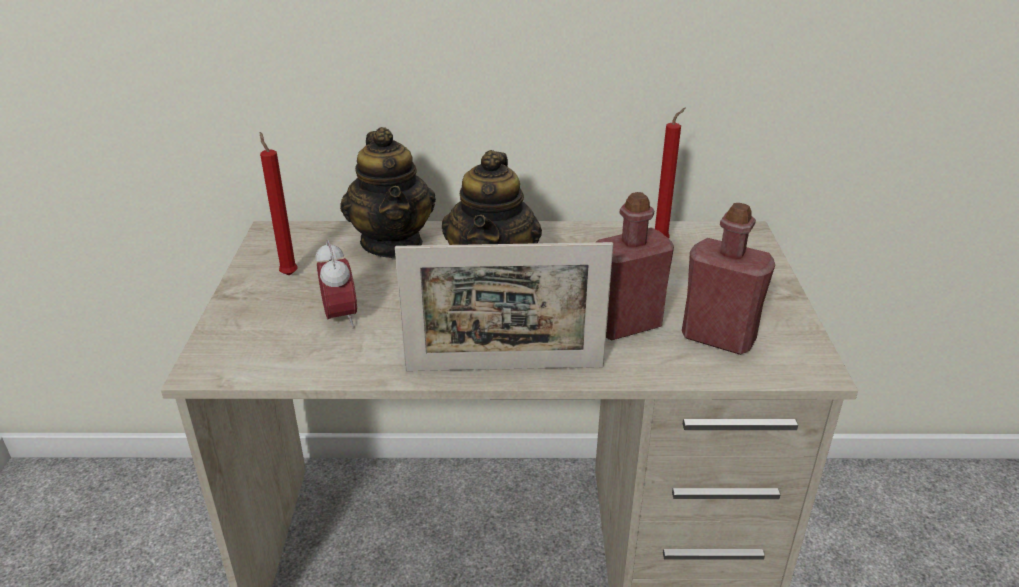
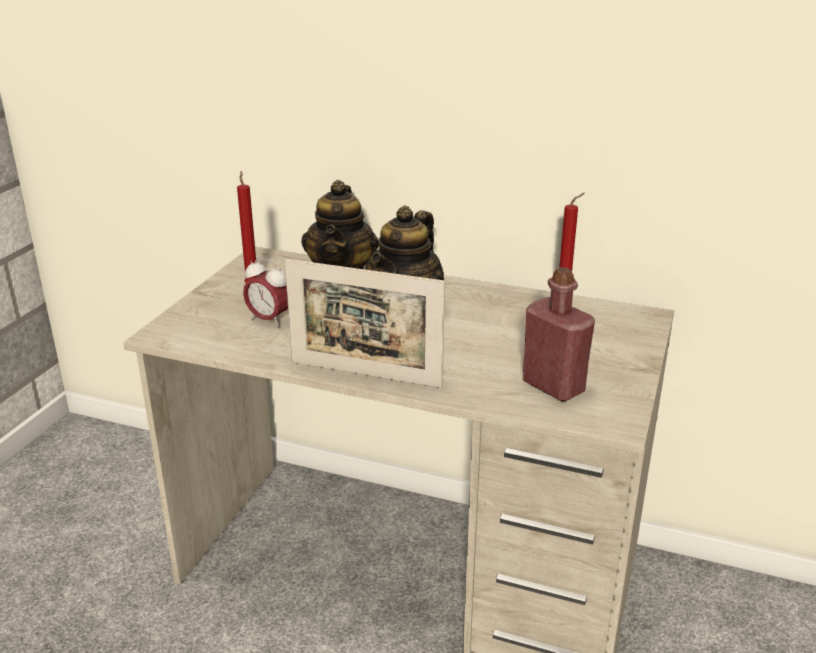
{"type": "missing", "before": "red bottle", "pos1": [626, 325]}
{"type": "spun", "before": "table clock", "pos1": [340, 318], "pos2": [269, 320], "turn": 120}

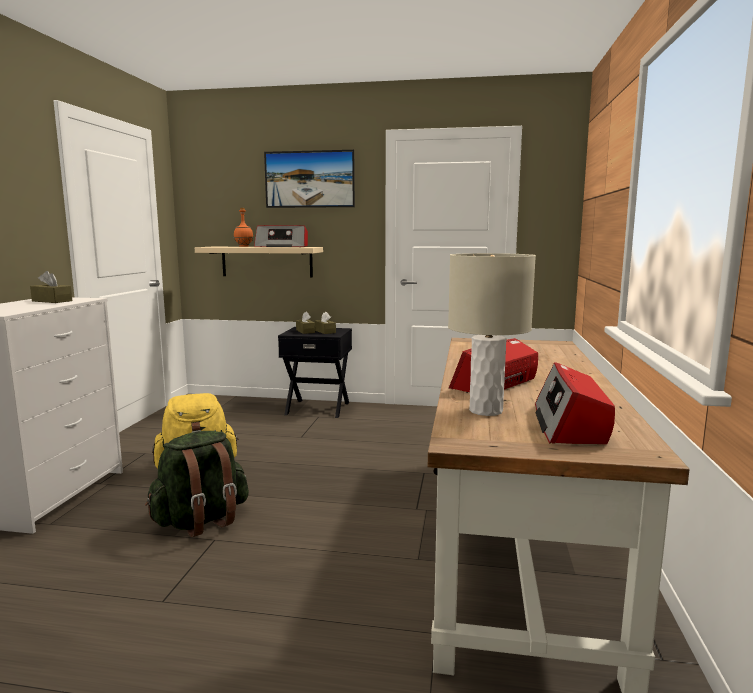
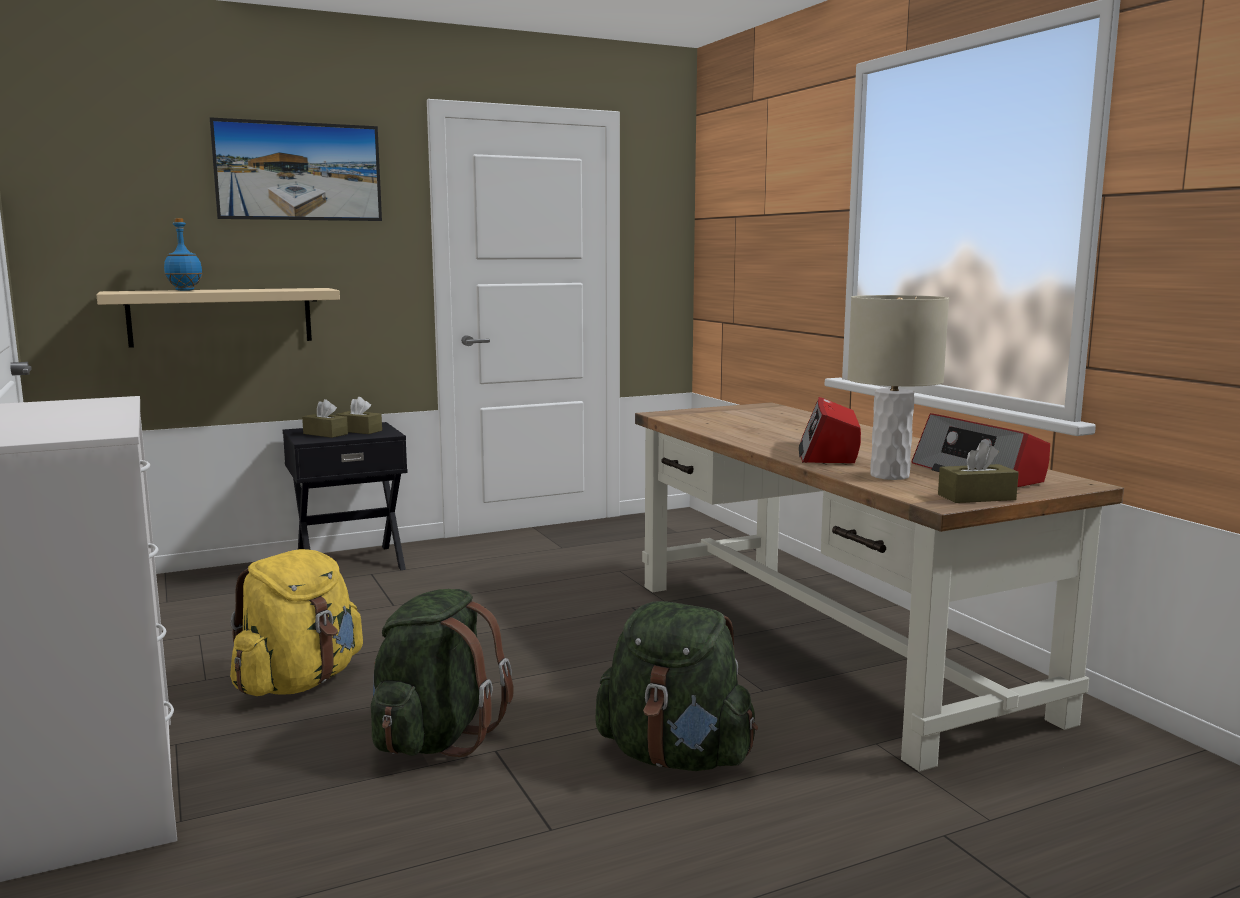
{"type": "colour", "before": "orangey bottle", "after": "bluish bottle", "pos1": [243, 246], "pos2": [184, 290]}
{"type": "missing", "before": "radio set", "pos1": [282, 246]}
{"type": "relocated", "before": "brownish tissue holder", "pos1": [52, 301], "pos2": [976, 497]}
{"type": "appeared", "after": "greenish knapsack", "pos2": [676, 757]}

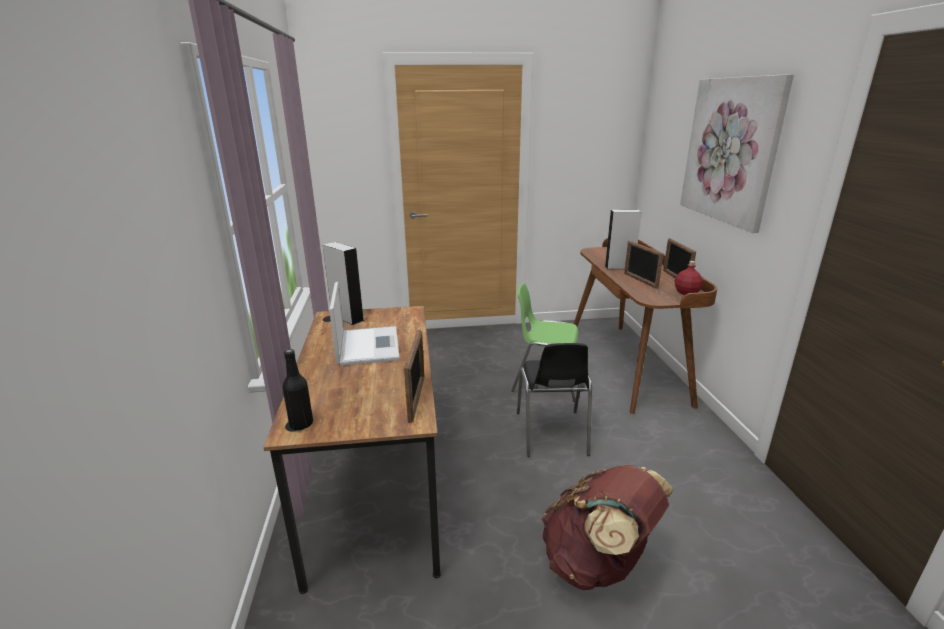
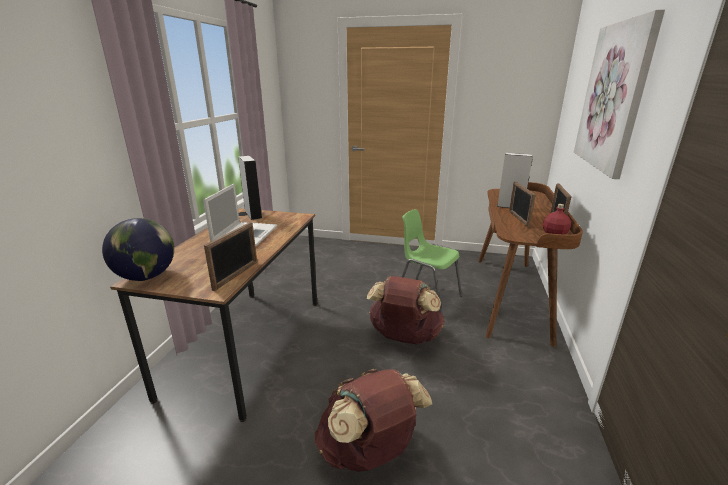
{"type": "exchanged", "before": "black upright chair", "after": "brownish knapsack", "pos1": [551, 433], "pos2": [404, 338]}
{"type": "exchanged", "before": "black bottle", "after": "desk globe", "pos1": [301, 424], "pos2": [146, 277]}

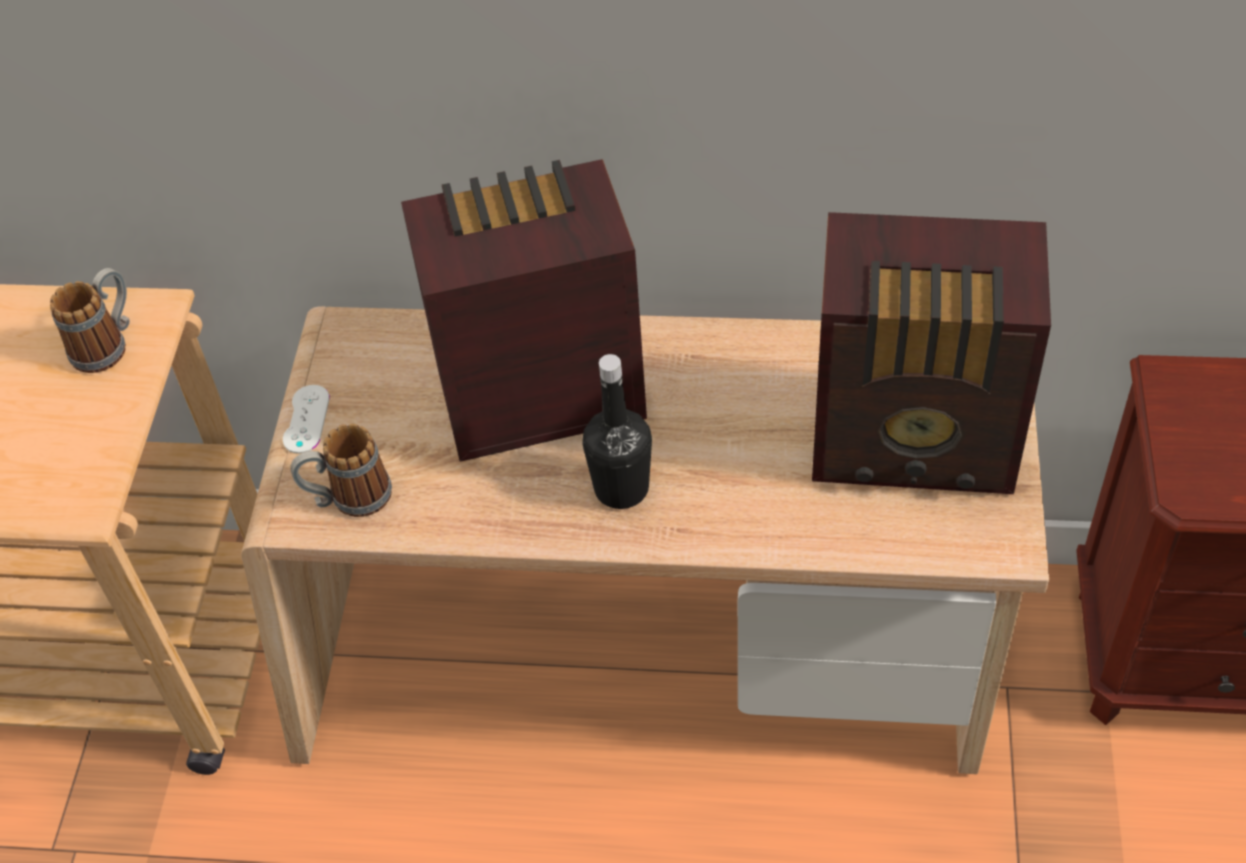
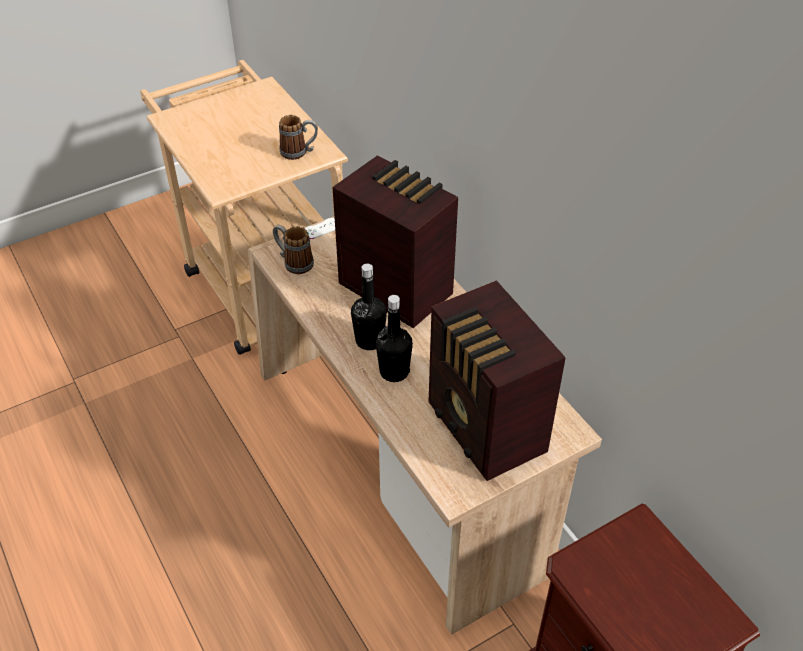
{"type": "appeared", "after": "black bottle", "pos2": [394, 372]}

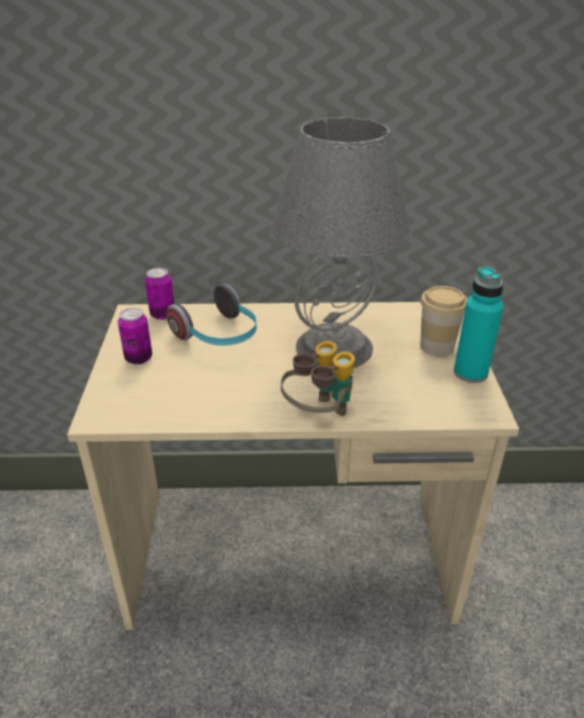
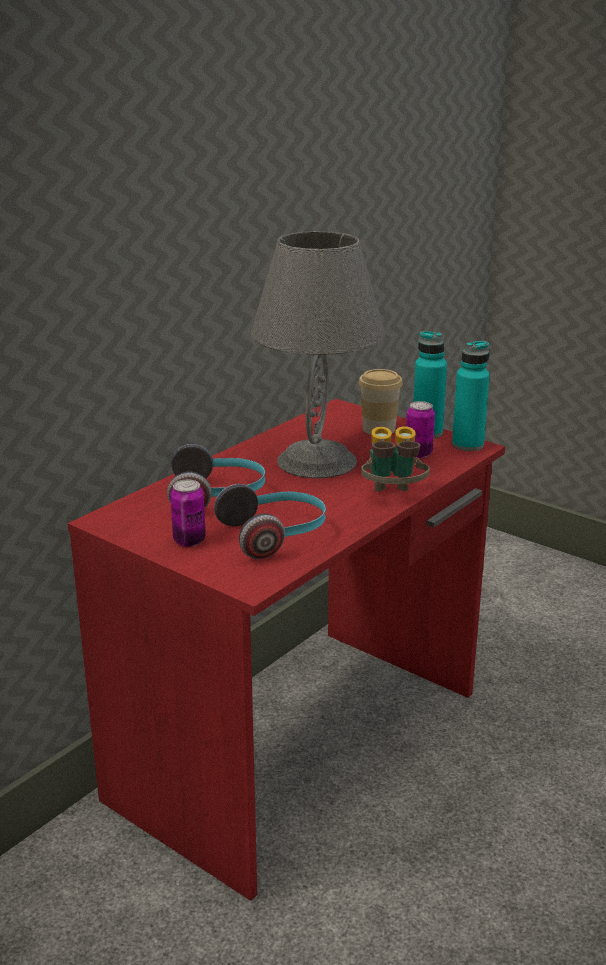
{"type": "relocated", "before": "metal can", "pos1": [162, 315], "pos2": [418, 454]}
{"type": "colour", "before": "beige desk unit", "after": "red desk unit", "pos1": [292, 558], "pos2": [303, 745]}
{"type": "appeared", "after": "turquoise-coloured bottle", "pos2": [467, 445]}
{"type": "appeared", "after": "headset", "pos2": [275, 535]}

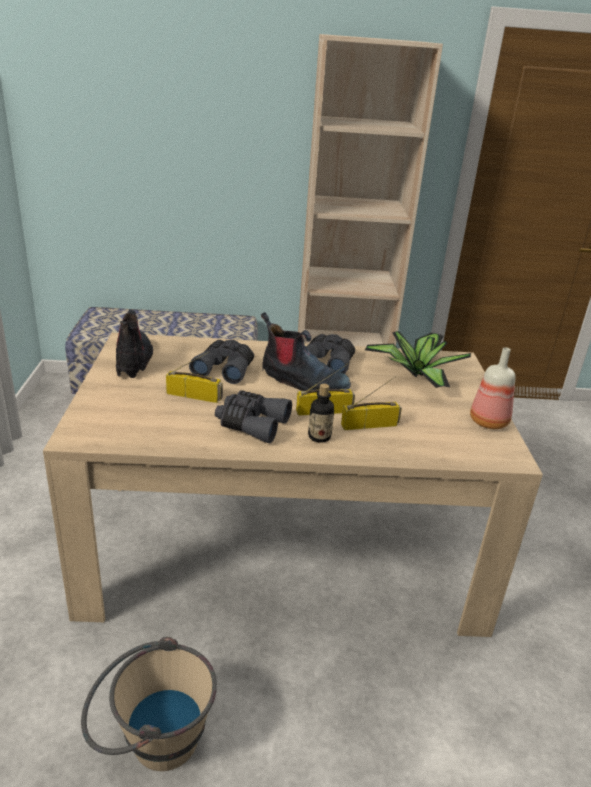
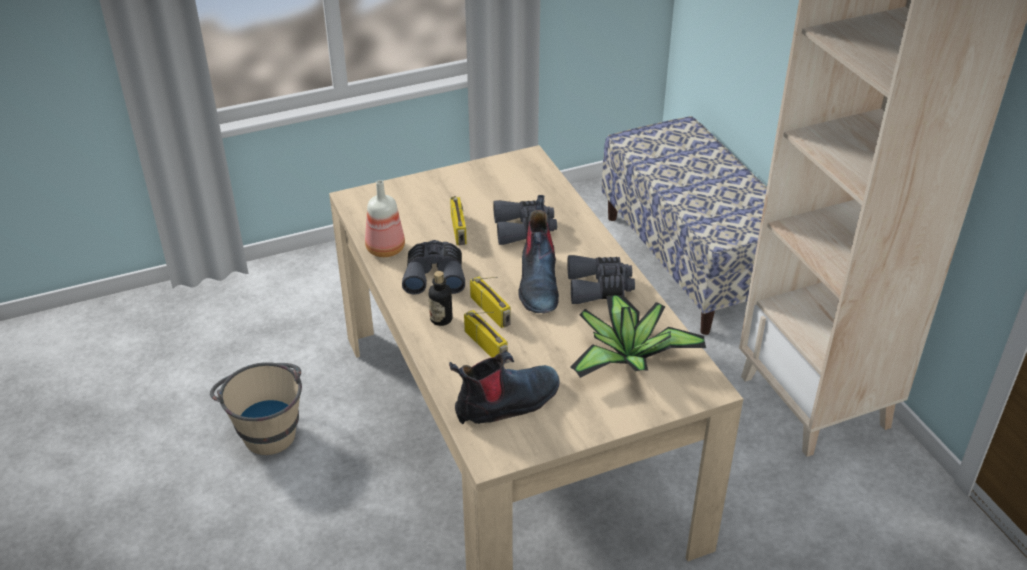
{"type": "relocated", "before": "tall boot", "pos1": [134, 360], "pos2": [507, 403]}
{"type": "relocated", "before": "bottle", "pos1": [490, 422], "pos2": [385, 250]}

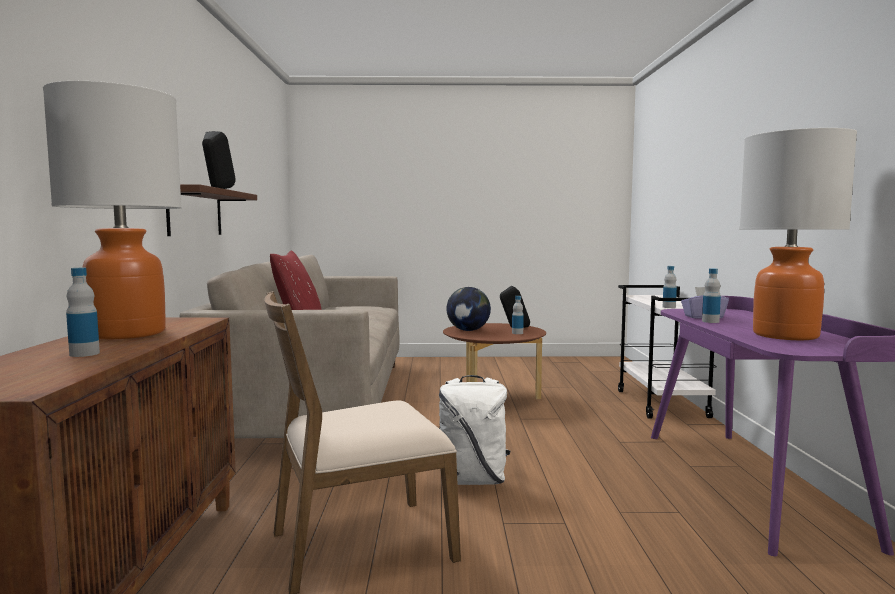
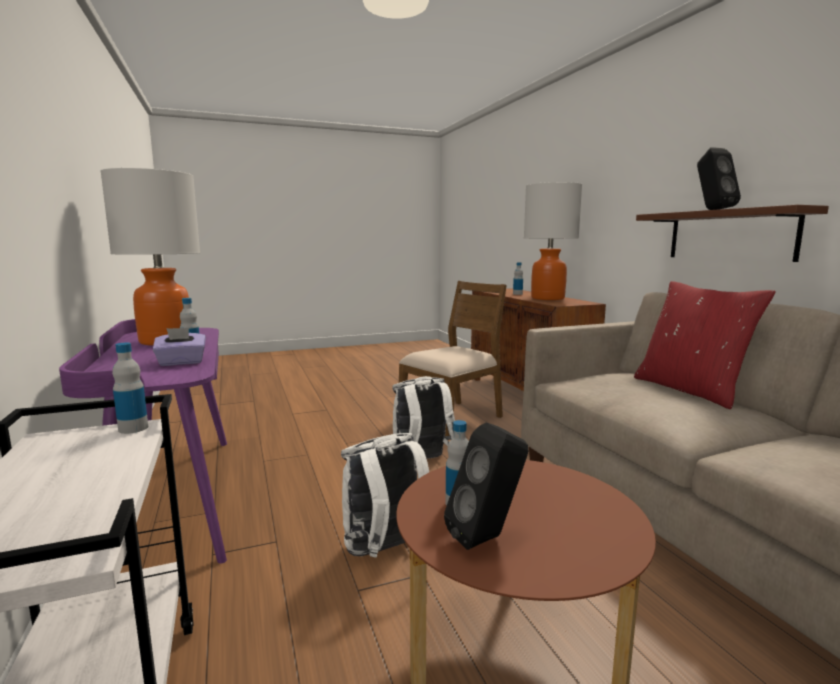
{"type": "missing", "before": "desk globe", "pos1": [468, 330]}
{"type": "appeared", "after": "white-coloured knapsack", "pos2": [385, 552]}

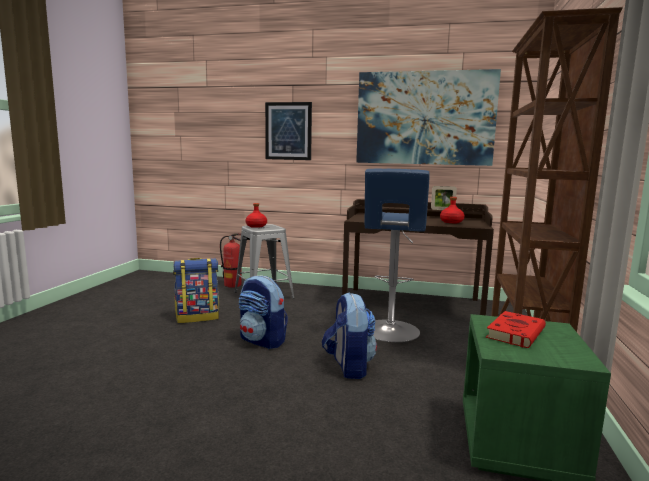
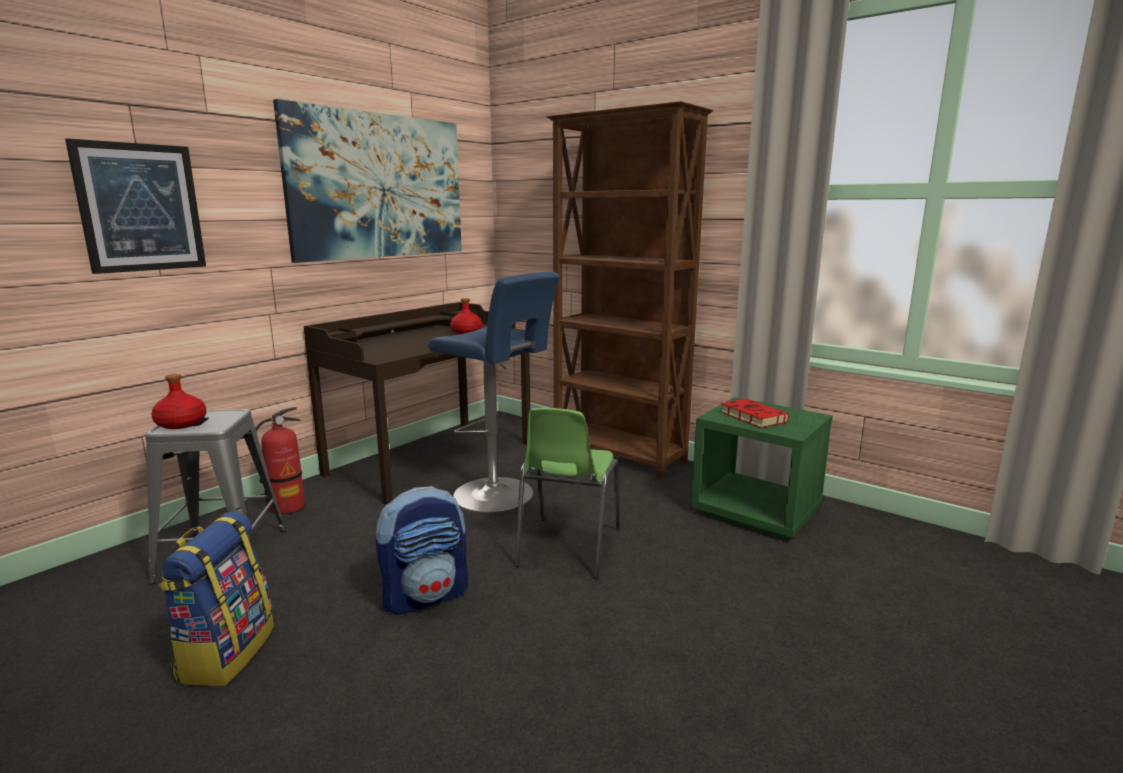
{"type": "missing", "before": "standing frame", "pos1": [442, 209]}
{"type": "relocated", "before": "fire extinguisher", "pos1": [233, 285], "pos2": [287, 507]}
{"type": "exchanged", "before": "knapsack", "after": "greenish upright chair", "pos1": [348, 367], "pos2": [567, 547]}

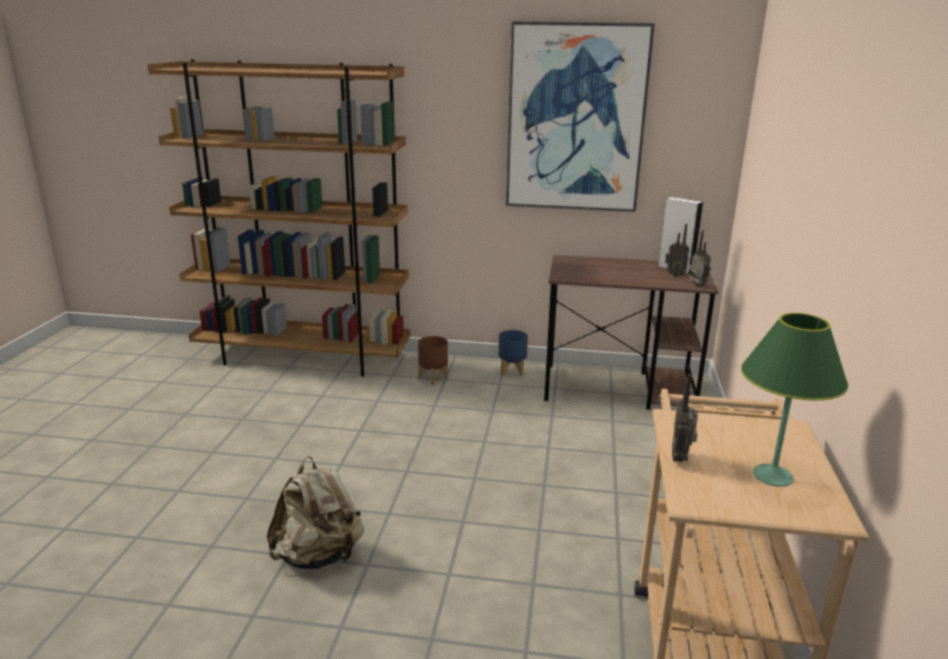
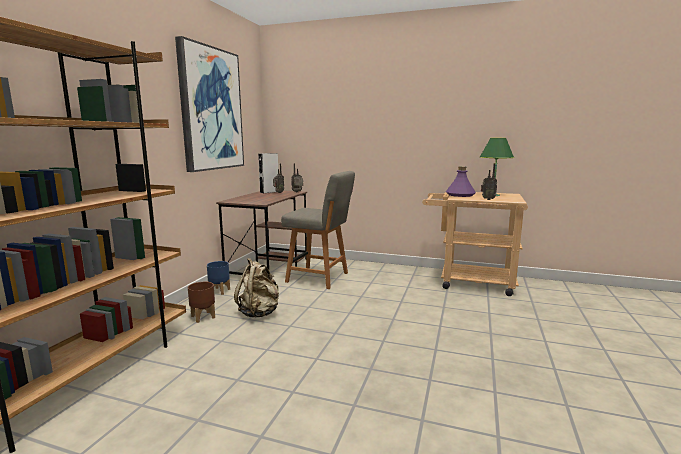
{"type": "relocated", "before": "beige knapsack", "pos1": [319, 556], "pos2": [259, 313]}
{"type": "appeared", "after": "purplish bottle", "pos2": [460, 195]}
{"type": "appeared", "after": "gray upright chair", "pos2": [319, 278]}

